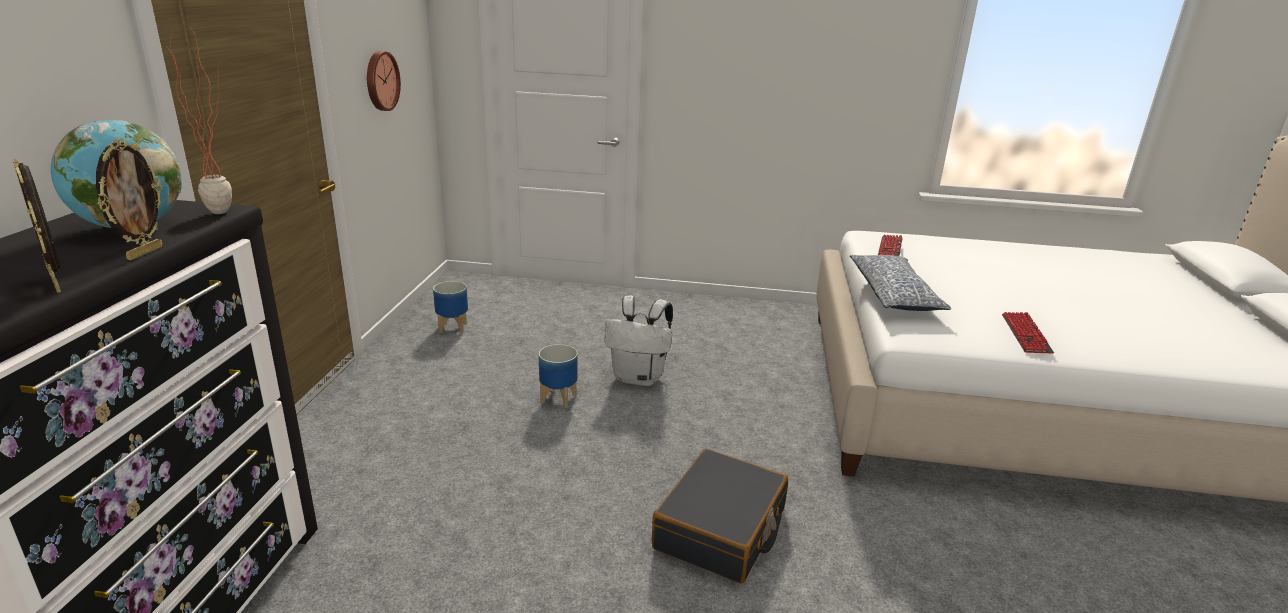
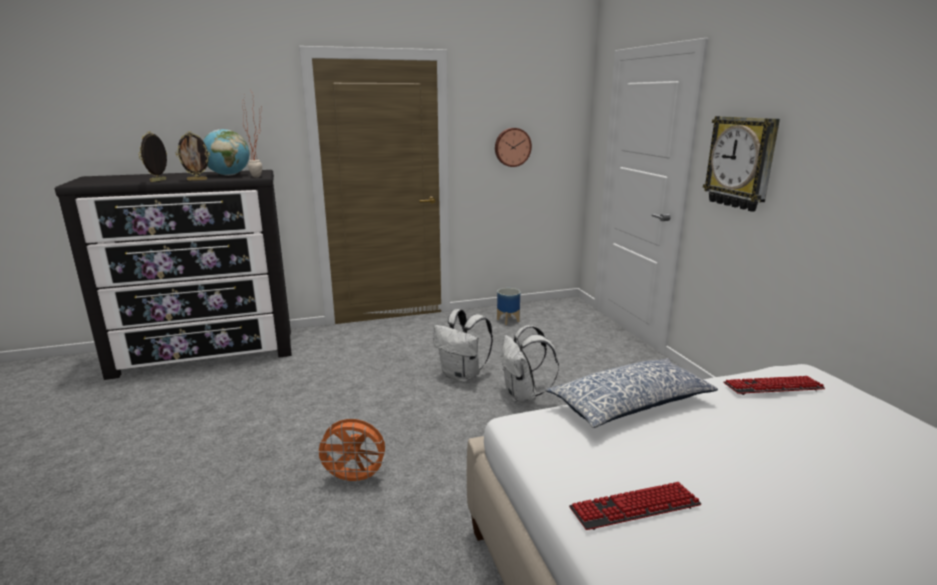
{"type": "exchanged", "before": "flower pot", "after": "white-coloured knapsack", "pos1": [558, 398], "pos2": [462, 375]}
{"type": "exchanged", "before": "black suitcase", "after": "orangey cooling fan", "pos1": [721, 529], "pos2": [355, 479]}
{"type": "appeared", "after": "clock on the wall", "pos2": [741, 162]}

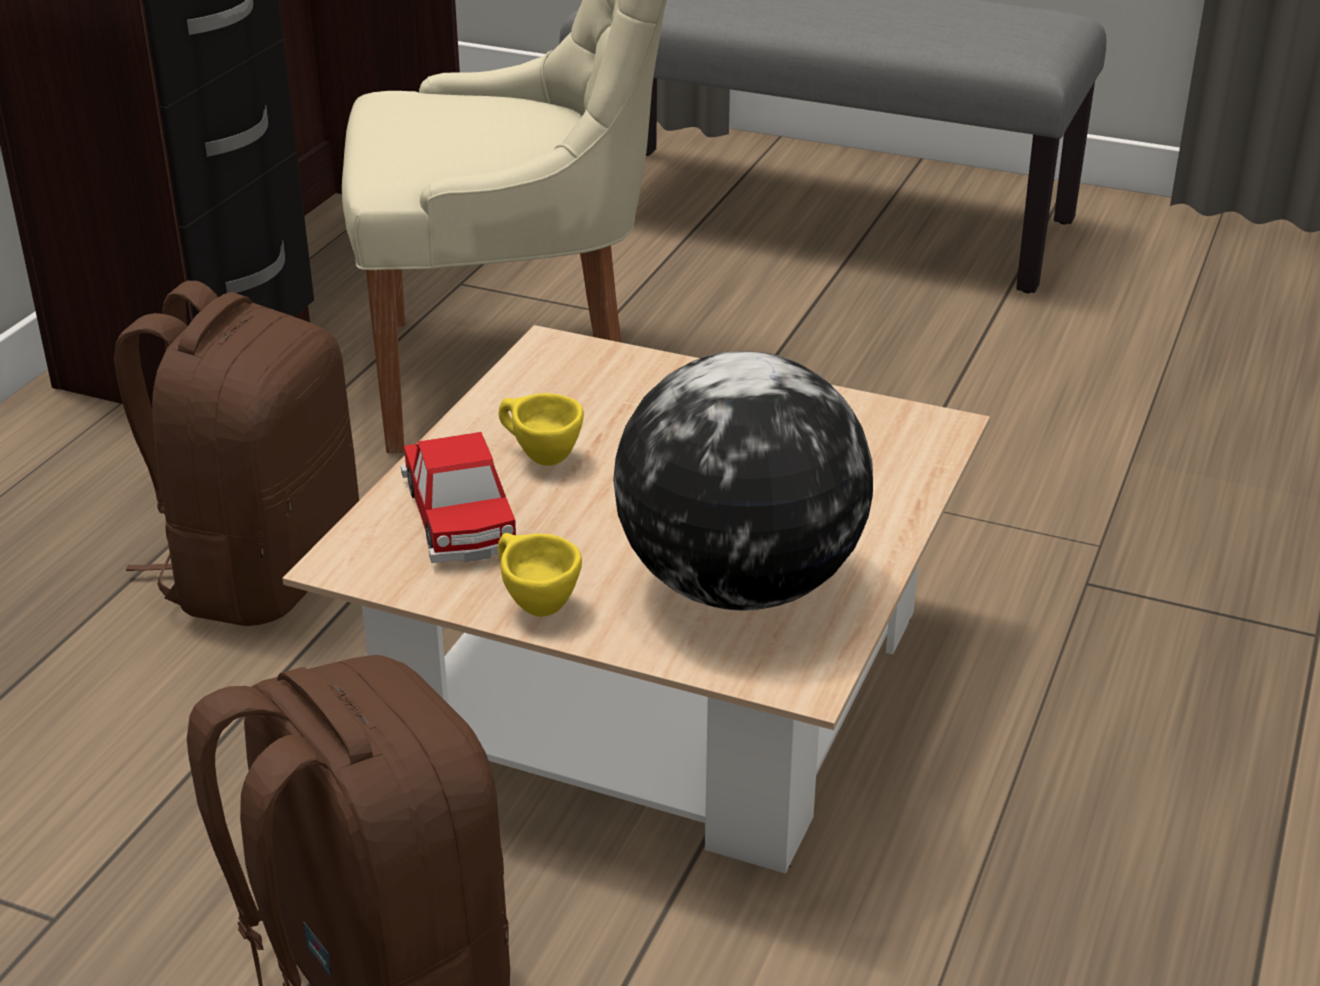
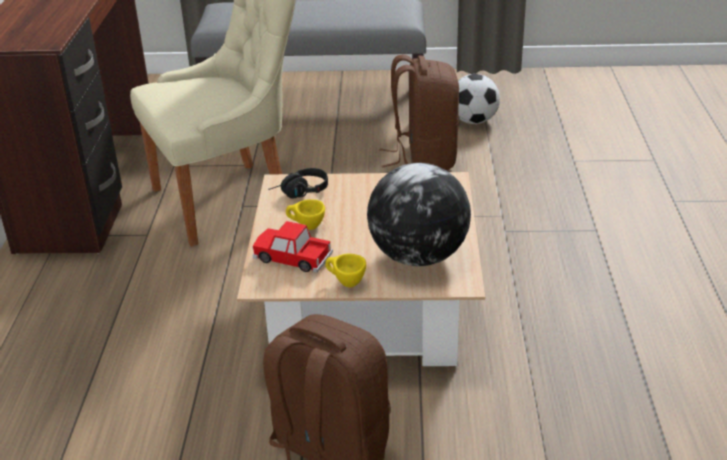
{"type": "relocated", "before": "brownish knapsack", "pos1": [259, 571], "pos2": [423, 159]}
{"type": "spun", "before": "miniature car", "pos1": [460, 517], "pos2": [292, 258], "turn": 150}
{"type": "appeared", "after": "ball for football", "pos2": [473, 121]}
{"type": "appeared", "after": "black headset", "pos2": [299, 193]}

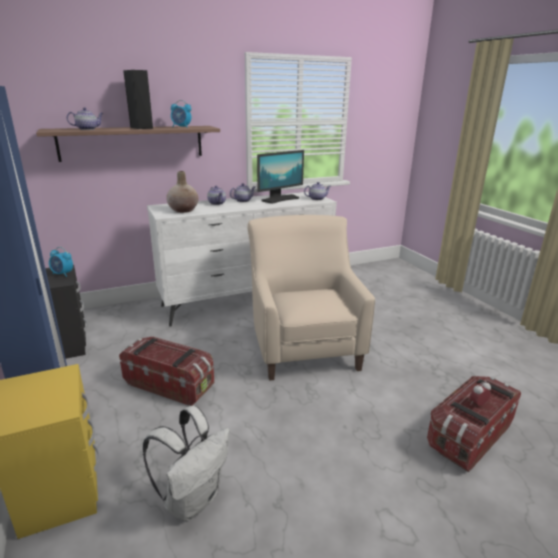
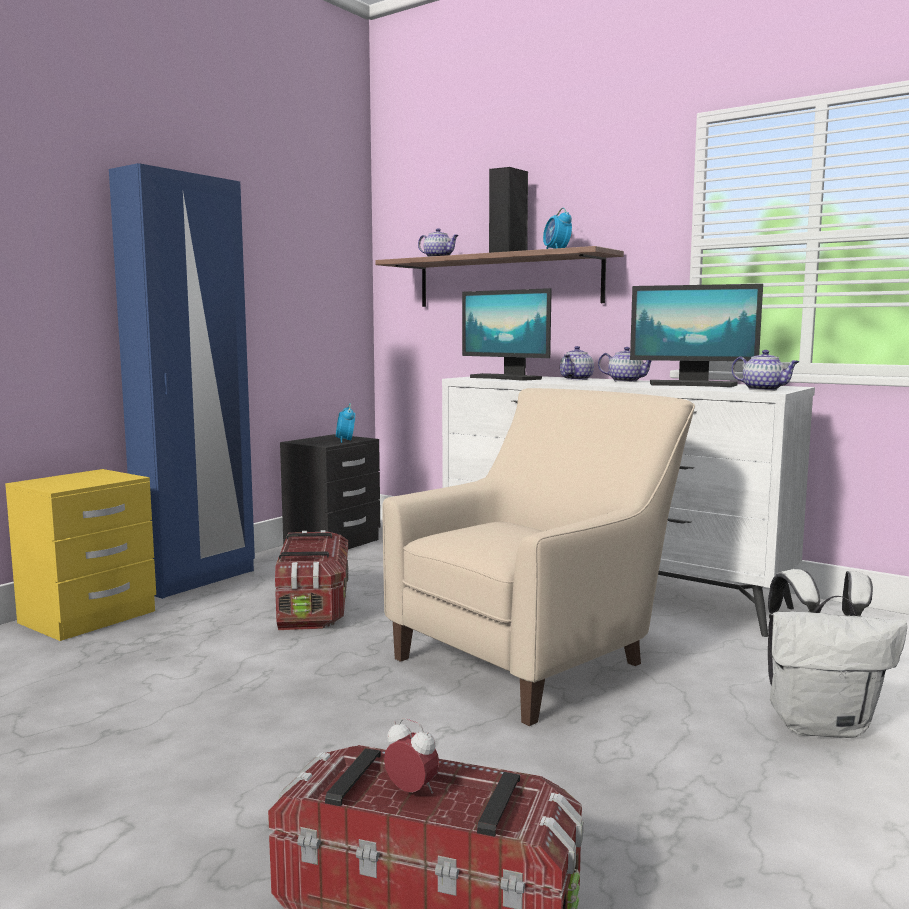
{"type": "exchanged", "before": "beige decorative vase", "after": "computer screen", "pos1": [183, 210], "pos2": [505, 378]}
{"type": "relocated", "before": "white-coloured knapsack", "pos1": [193, 498], "pos2": [820, 725]}

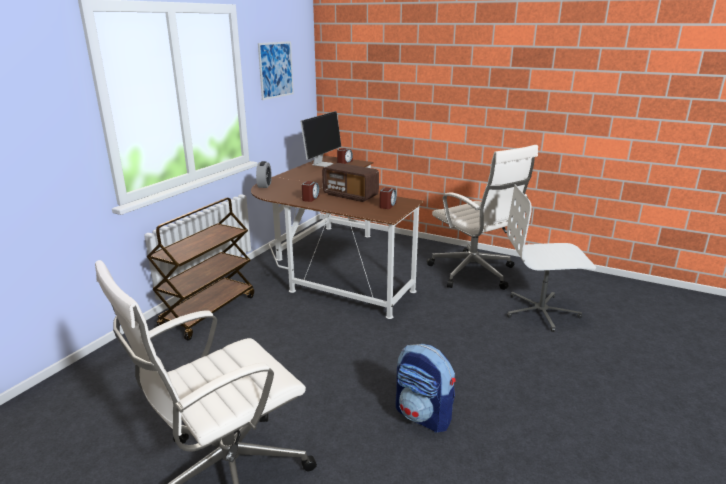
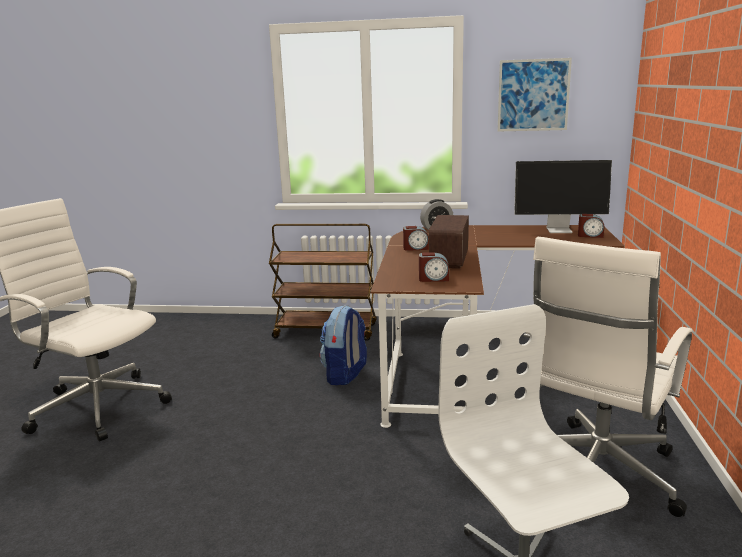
{"type": "relocated", "before": "knapsack", "pos1": [423, 416], "pos2": [345, 375]}

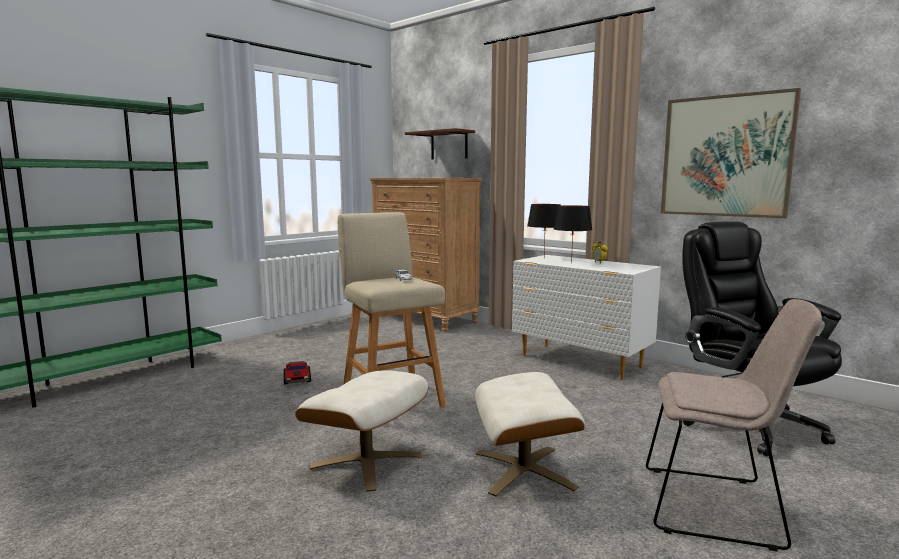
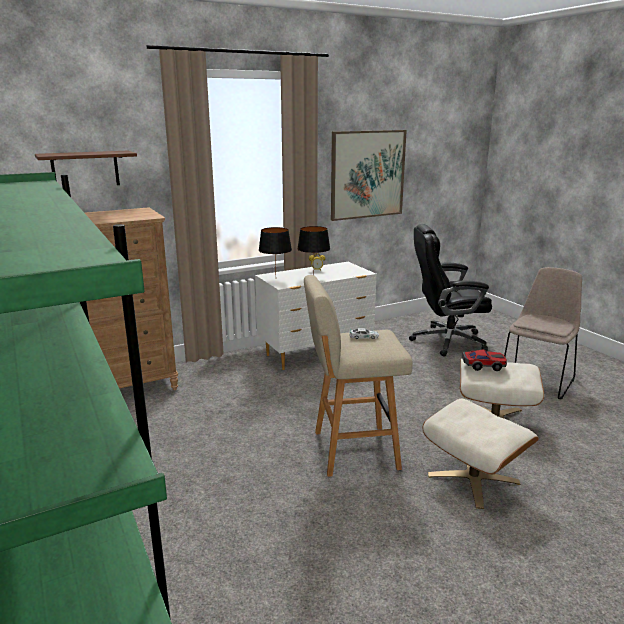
{"type": "relocated", "before": "miniature car", "pos1": [297, 379], "pos2": [483, 365]}

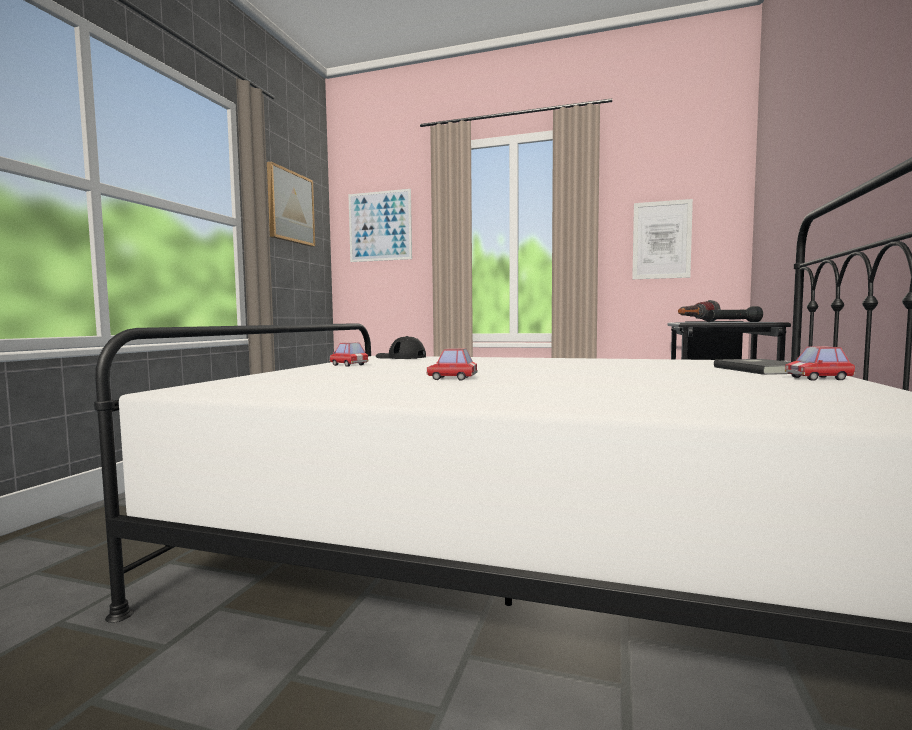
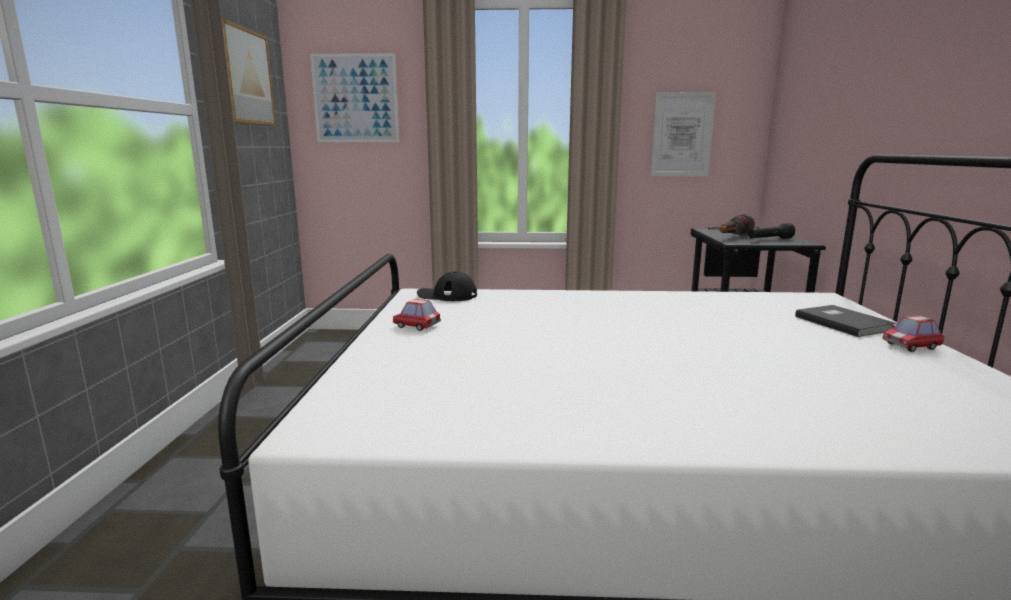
{"type": "missing", "before": "miniature car", "pos1": [452, 378]}

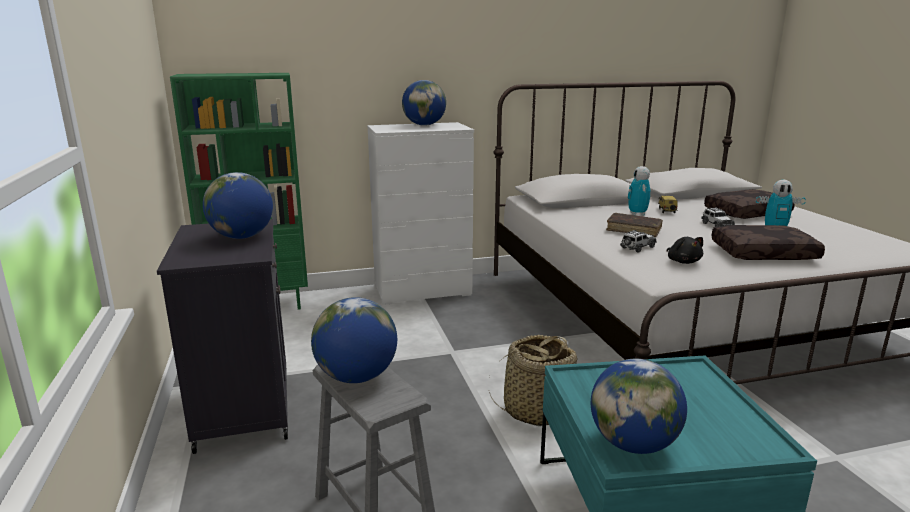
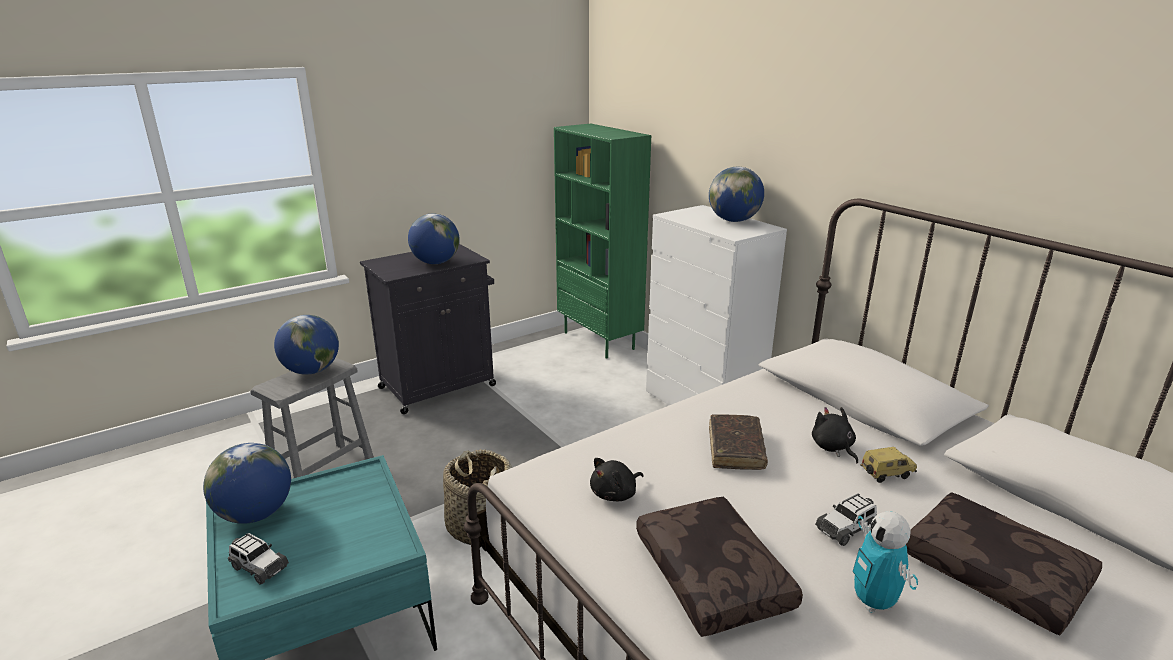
{"type": "exchanged", "before": "toy robot", "after": "black plush toy", "pos1": [637, 214], "pos2": [833, 448]}
{"type": "relocated", "before": "miniature car", "pos1": [637, 248], "pos2": [258, 567]}

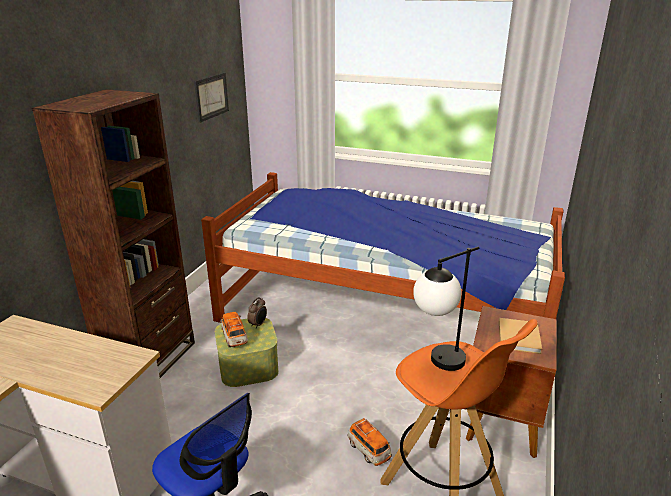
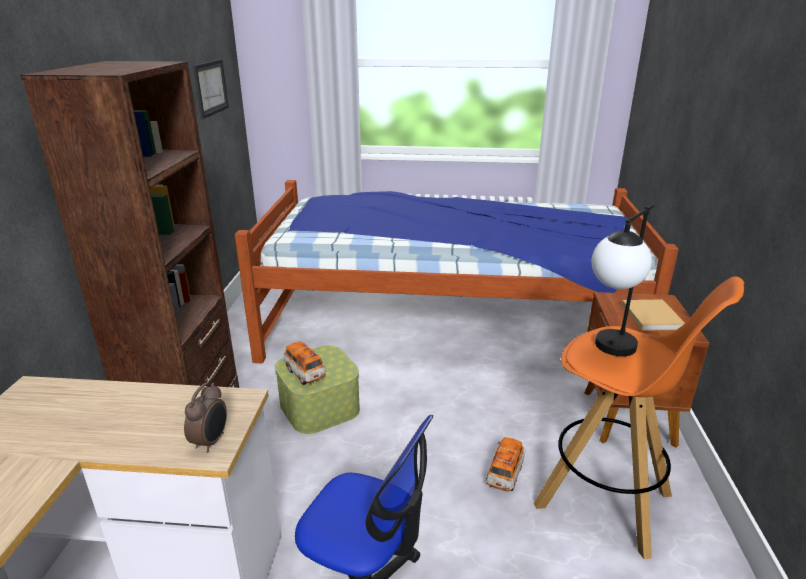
{"type": "relocated", "before": "table clock", "pos1": [258, 324], "pos2": [211, 441]}
{"type": "spun", "before": "miniature car", "pos1": [368, 450], "pos2": [505, 474], "turn": -105}

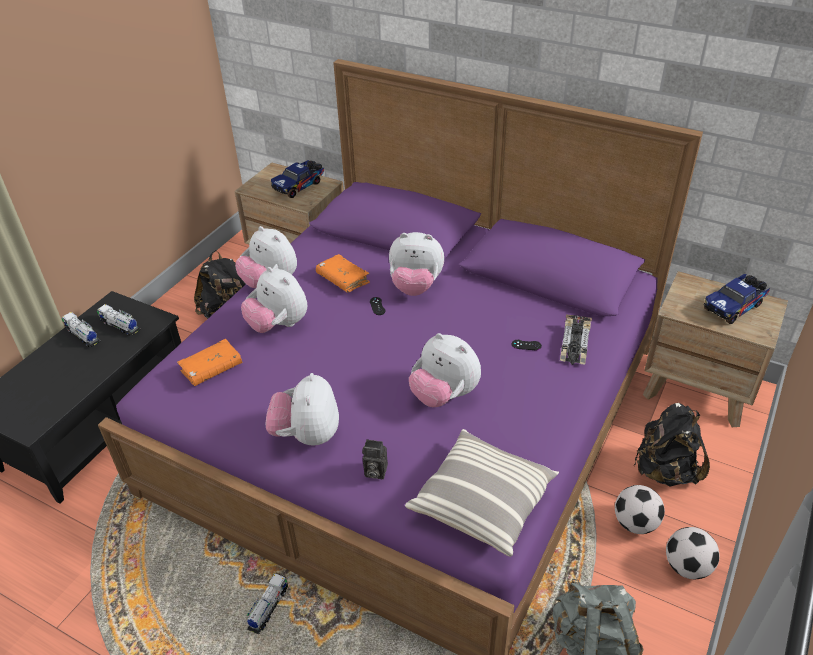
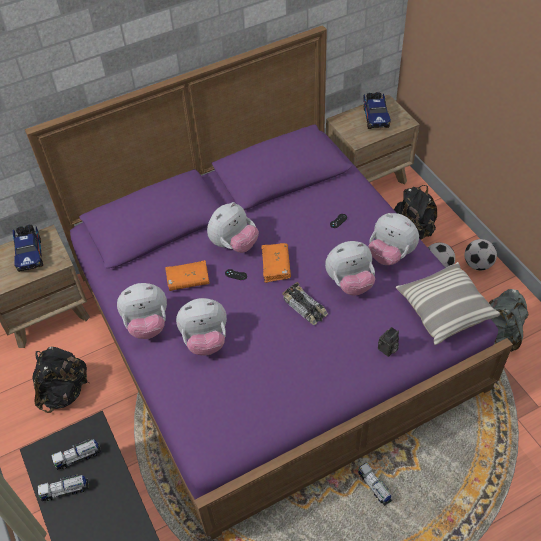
{"type": "relocated", "before": "miniature car", "pos1": [574, 345], "pos2": [305, 307]}
{"type": "relocated", "before": "orangey bound book", "pos1": [212, 369], "pos2": [276, 266]}
{"type": "relocated", "before": "plush toy", "pos1": [307, 435], "pos2": [390, 254]}

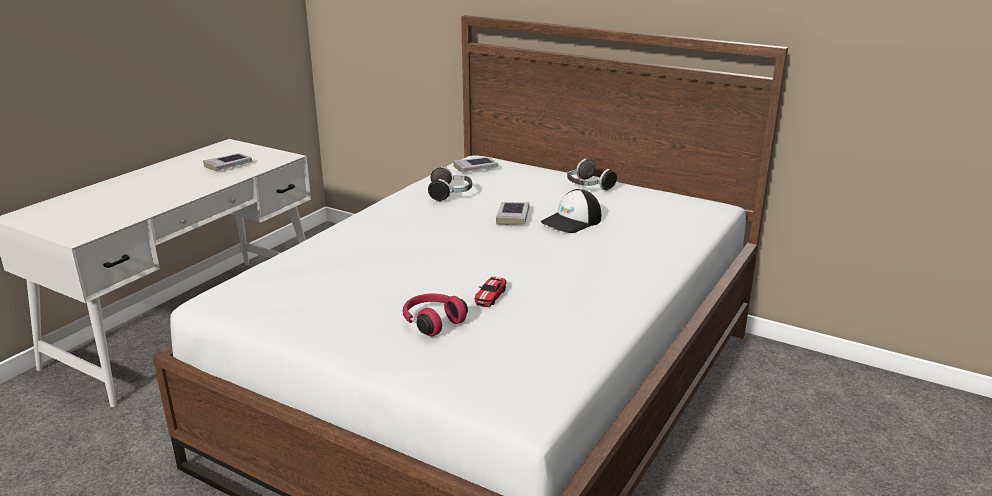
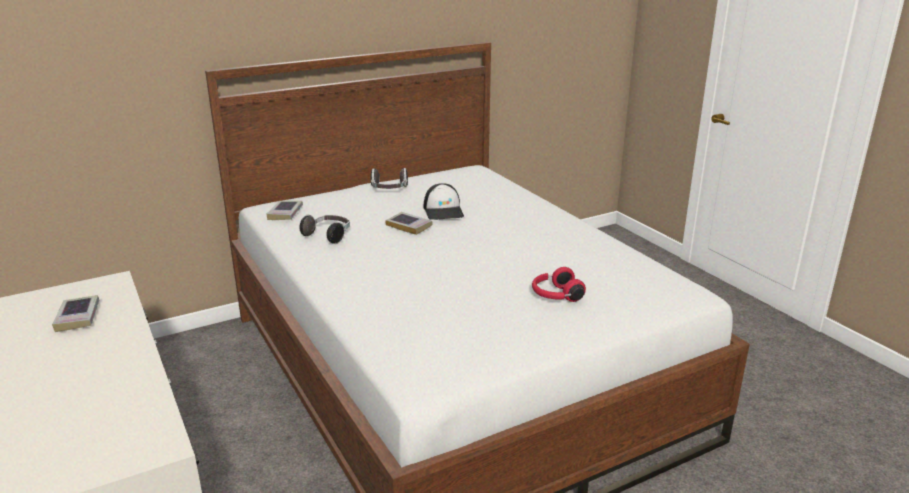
{"type": "missing", "before": "miniature car", "pos1": [491, 296]}

